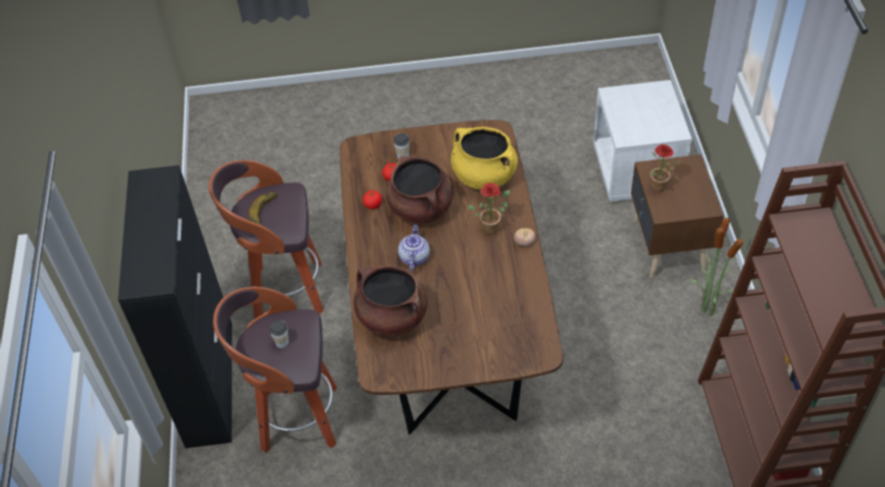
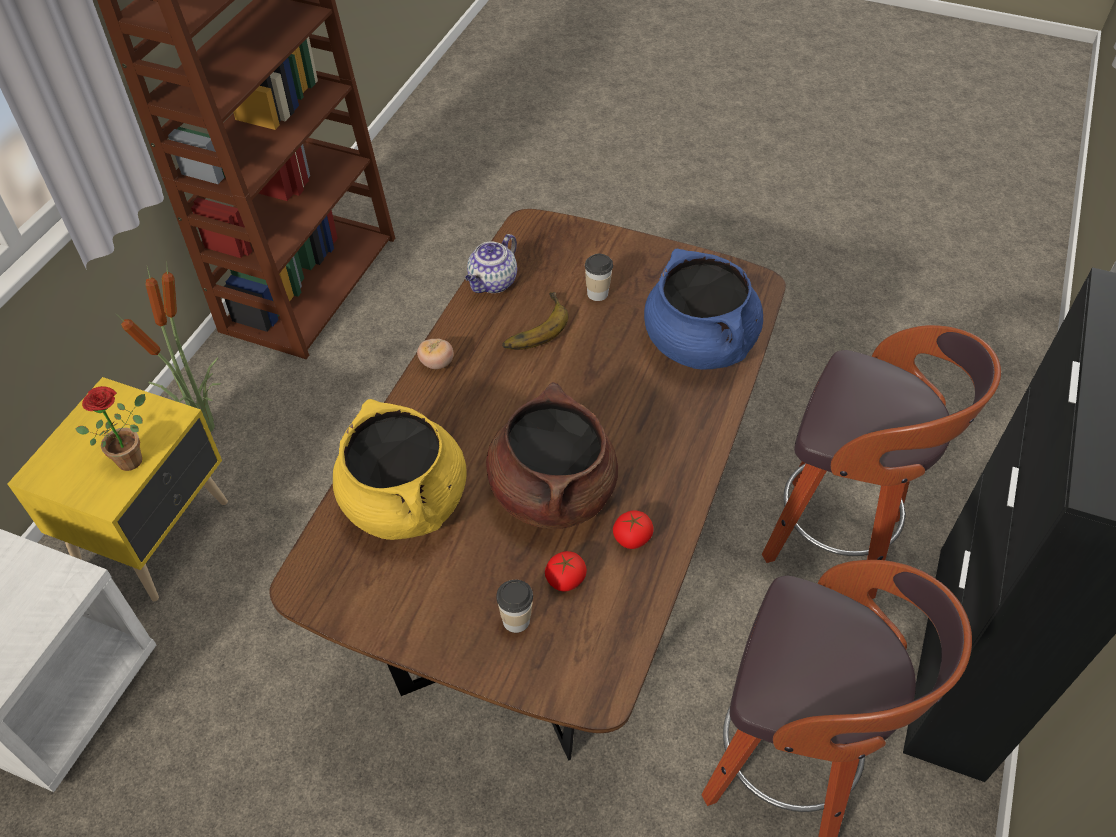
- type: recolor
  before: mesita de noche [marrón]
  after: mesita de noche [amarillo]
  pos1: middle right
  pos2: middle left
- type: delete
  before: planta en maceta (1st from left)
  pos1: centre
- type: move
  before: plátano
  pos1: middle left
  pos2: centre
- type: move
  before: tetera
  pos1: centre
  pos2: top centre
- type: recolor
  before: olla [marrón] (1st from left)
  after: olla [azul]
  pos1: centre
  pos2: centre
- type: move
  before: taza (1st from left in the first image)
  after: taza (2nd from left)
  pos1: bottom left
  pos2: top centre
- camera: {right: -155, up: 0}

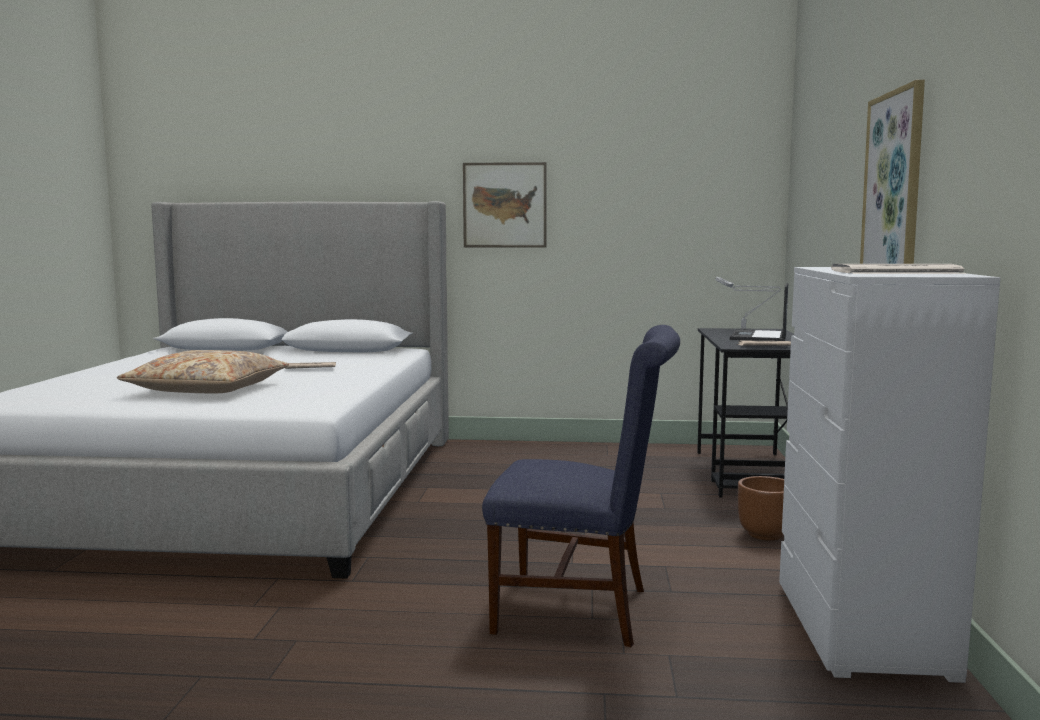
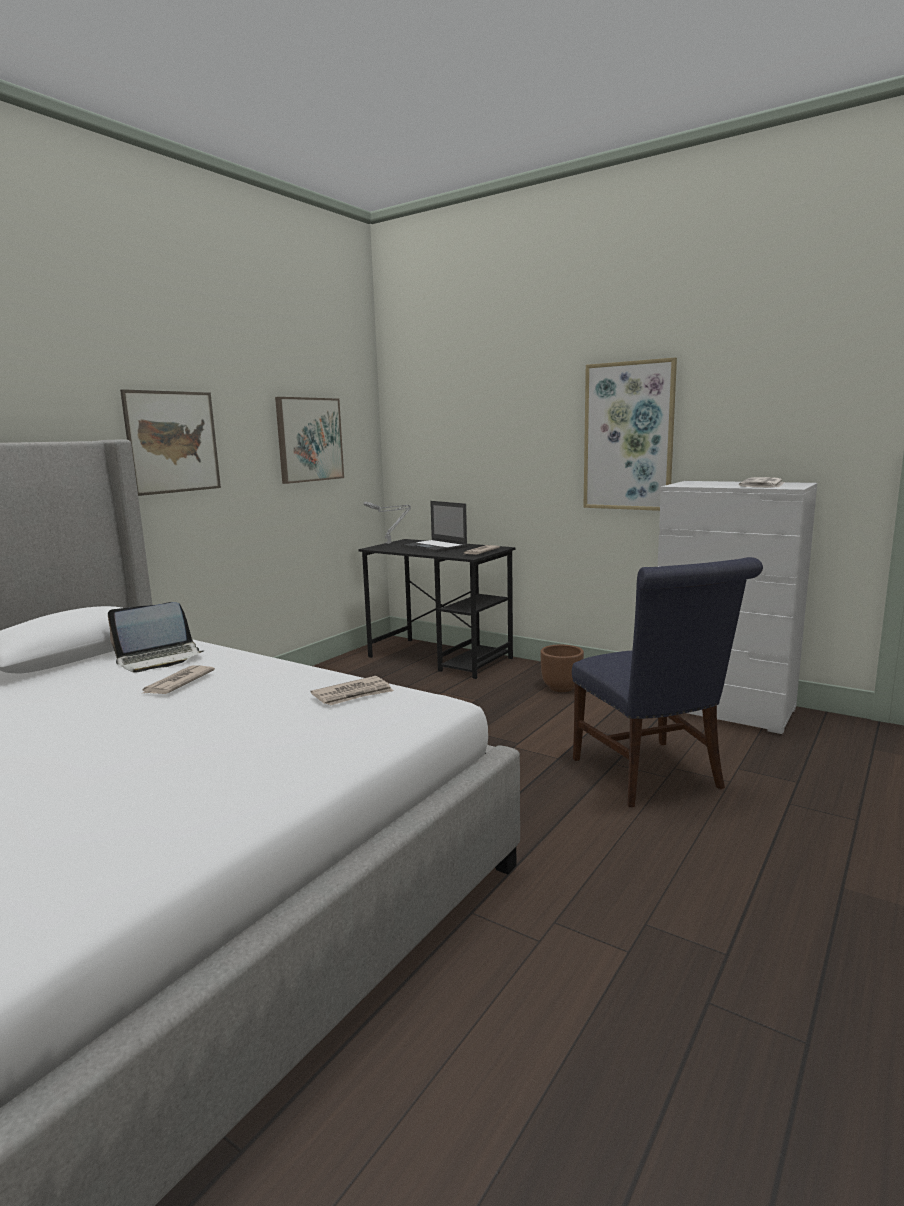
- type: rotate
  before: silla [azul]
  pos1: bottom centre
  pos2: middle right
  turn: 120
- type: delete
  before: cojín [beis]
  pos1: middle left
- type: insert
  after: cuadro (2nd from left)
  pos2: centre
- type: insert
  after: portátil (1st from left)
  pos2: middle left
- type: insert
  after: periódico (2nd from left)
  pos2: centre
- camera: {right: -60, up: 5}

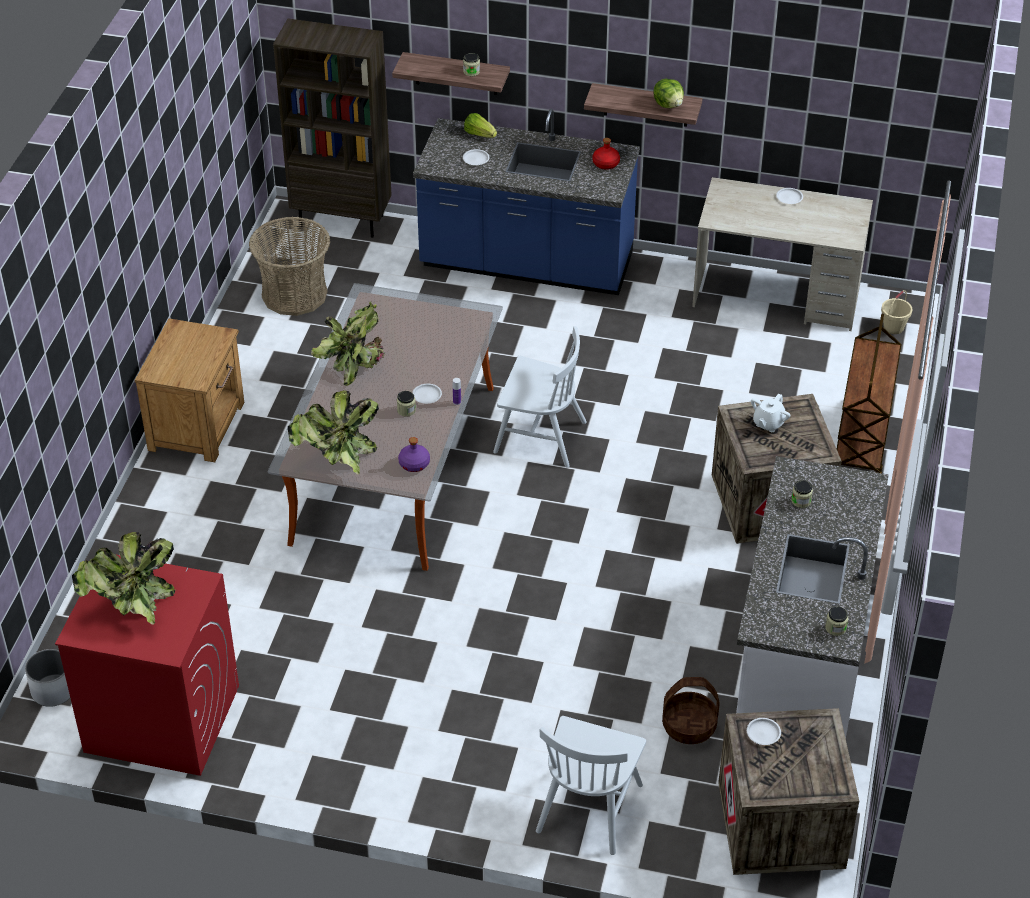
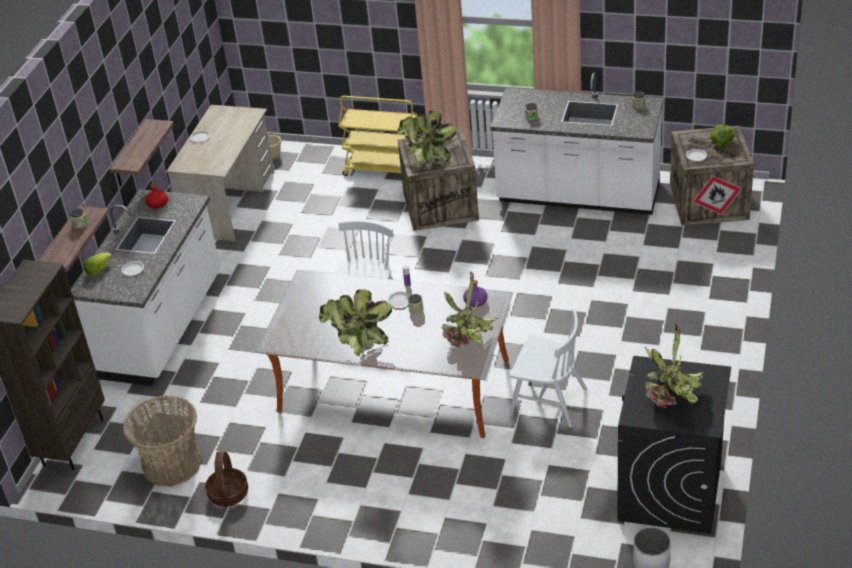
- type: move
  before: lechuga (2nd from left)
  pos1: top centre
  pos2: top right
- type: recolor
  before: mueble bajo de cocina [azul]
  after: mueble bajo de cocina [blanco] (1st from left)
  pos1: top centre
  pos2: middle left
- type: recolor
  before: carrito [marrón]
  after: carrito [amarillo]
  pos1: middle right
  pos2: top centre
- type: delete
  before: mesita de noche [marrón]
  pos1: middle left
- type: replace
  before: tetera [blanco]
  after: planta en maceta (2nd from left)
  pos1: middle right
  pos2: top centre
- type: recolor
  before: lavadora [rojo]
  after: lavadora [negro]
  pos1: bottom left
  pos2: bottom right
- type: move
  before: cesta (2nd from left)
  pos1: bottom right
  pos2: bottom left
- type: move
  before: silla [blanco] (2nd from left)
  pos1: bottom centre
  pos2: centre
- camera: {right: -85, up: -5}

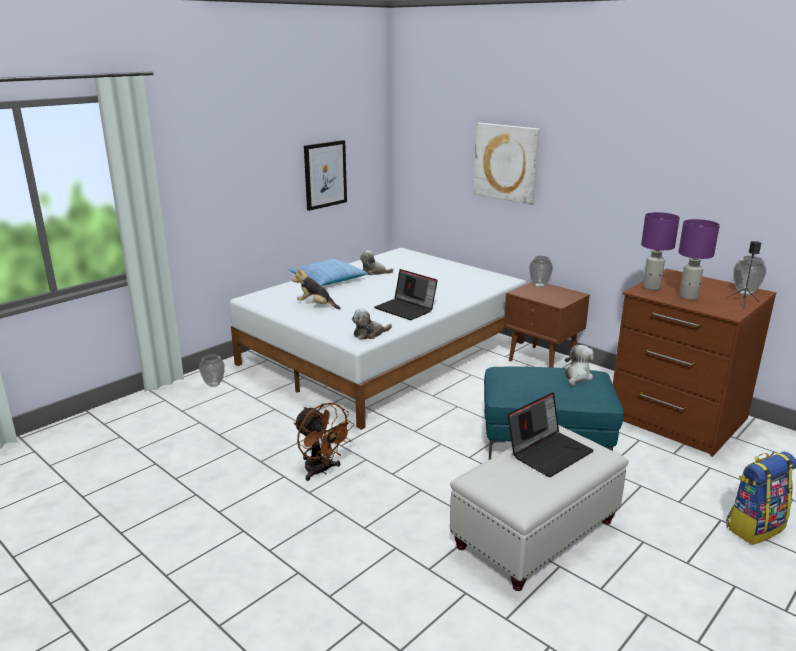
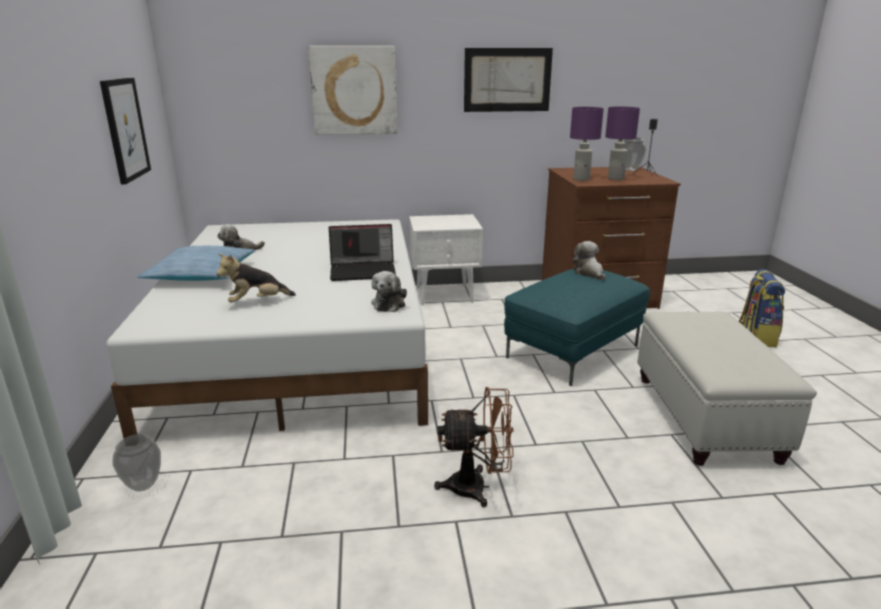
- type: delete
  before: florero (2nd from left)
  pos1: middle right
- type: recolor
  before: mesita de noche [marrón]
  after: mesita de noche [blanco]
  pos1: middle right
  pos2: centre
- type: delete
  before: portátil (2nd from left)
  pos1: bottom right
- type: insert
  after: cuadro (3rd from left)
  pos2: top centre
- camera: {right: -50, up: 0}

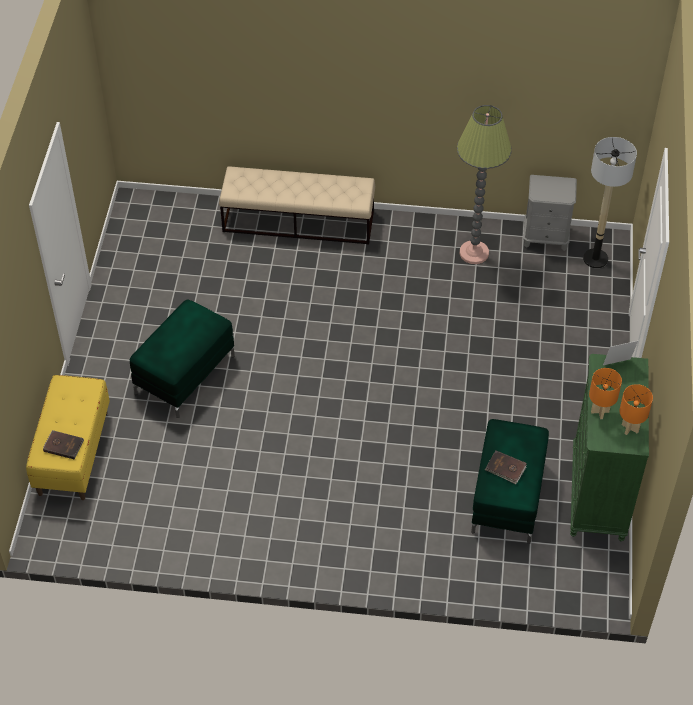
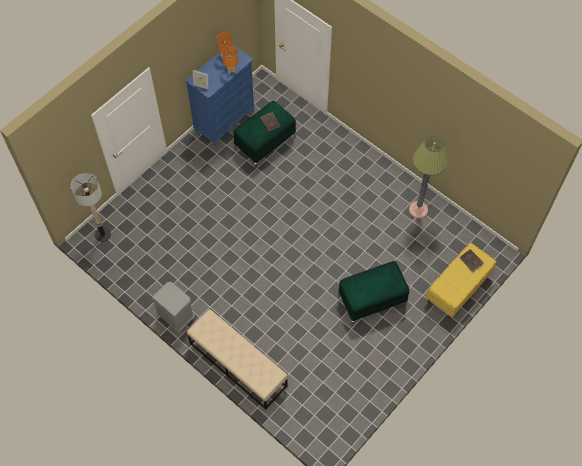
- type: move
  before: lámpara de pie (1st from left in the first image)
  after: lámpara de pie (2nd from left)
  pos1: top right
  pos2: middle right
- type: move
  before: mesita de noche [gris]
  pos1: top right
  pos2: middle left
- type: recolor
  before: cómoda [verde]
  after: cómoda [azul]
  pos1: middle right
  pos2: top centre
- camera: {right: -145, up: 10}

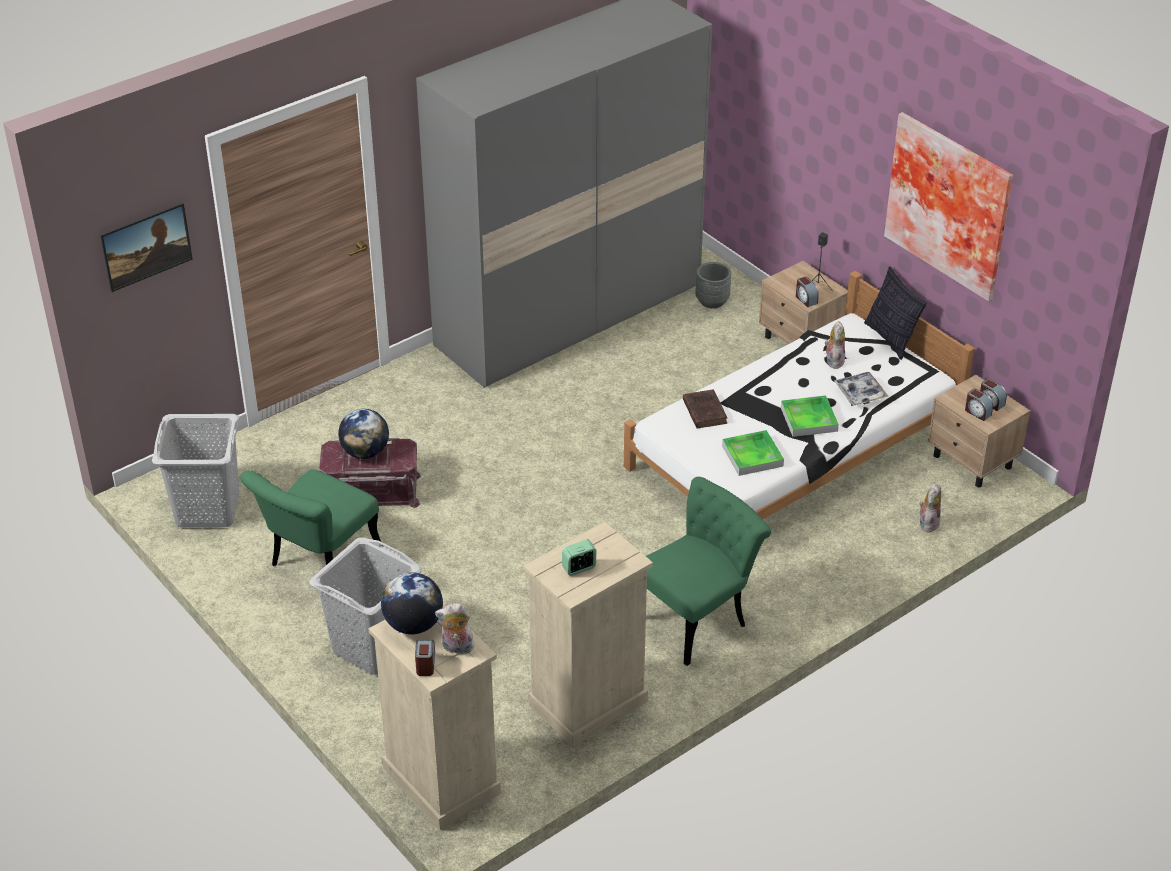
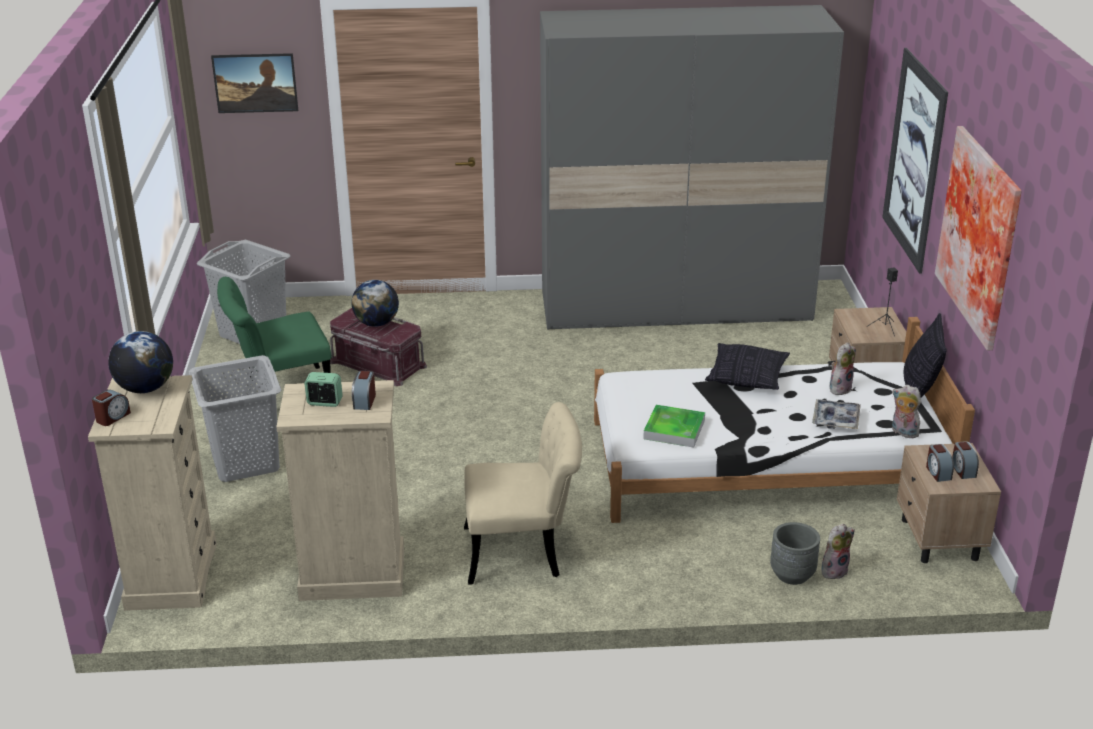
- type: move
  before: maceta [gris]
  pos1: top centre
  pos2: bottom right
- type: move
  before: despertador (3rd from left)
  pos1: middle right
  pos2: middle left
- type: delete
  before: libro [marrón]
  pos1: centre
- type: delete
  before: bandeja (2nd from left)
  pos1: middle right
- type: recolor
  before: silla [verde] (2nd from left)
  after: silla [beis]
  pos1: centre
  pos2: bottom centre
- type: move
  before: peluche (1st from left in the first image)
  after: peluche (3rd from left)
  pos1: bottom centre
  pos2: middle right
- type: insert
  after: cuadro (2nd from left)
  pos2: top right
- type: insert
  after: cojín (1st from left)
  pos2: middle right
- camera: {right: 35, up: -10}

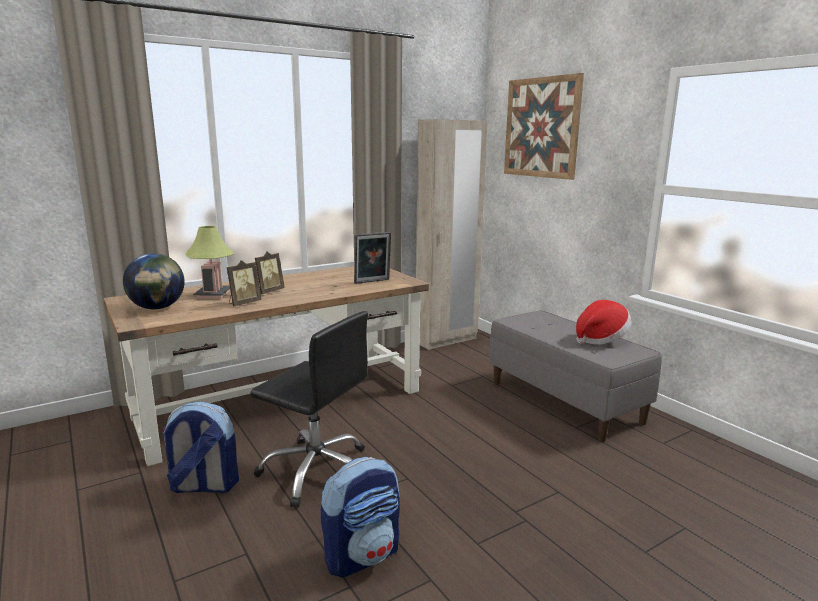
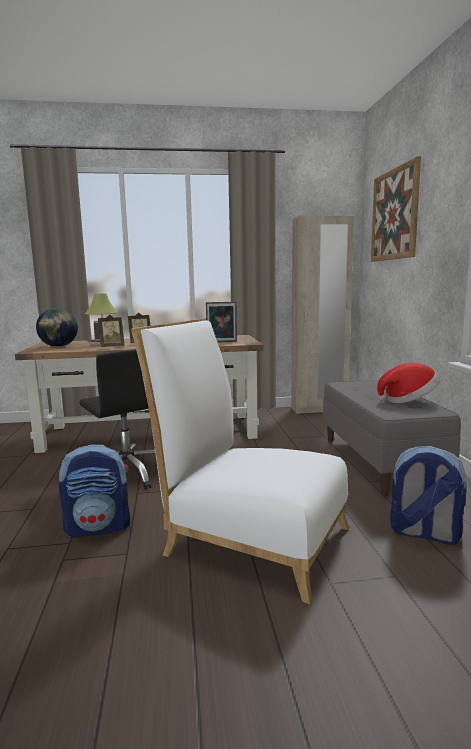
- type: move
  before: mochila (1st from left in the first image)
  after: mochila (2nd from left)
  pos1: bottom left
  pos2: middle right
- type: insert
  after: silla [blanco]
  pos2: centre
- camera: {right: 25, up: -5}

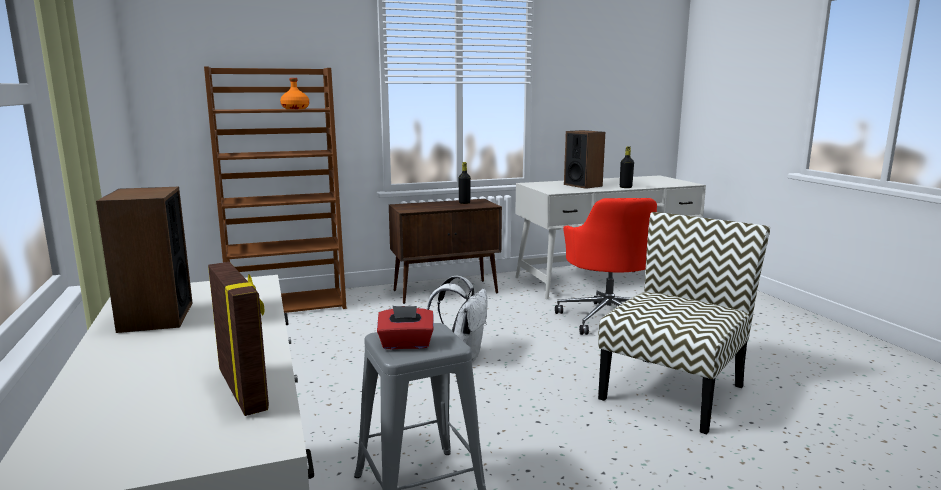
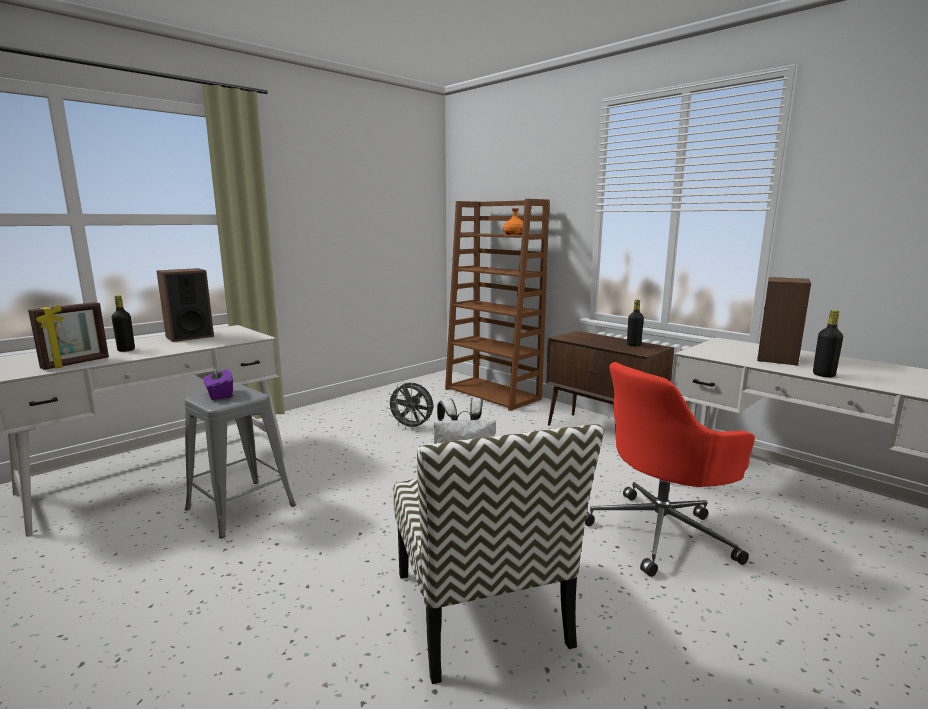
- type: rotate
  before: silla
  pos1: middle right
  pos2: bottom centre
  turn: 60
- type: recolor
  before: caja de pañuelos [rojo]
  after: caja de pañuelos [morado]
  pos1: bottom centre
  pos2: middle left
- type: insert
  after: botella [negro] (1st from left)
  pos2: middle left
- type: insert
  after: ventilador [gris]
  pos2: centre
- camera: {right: 65, up: 0}

